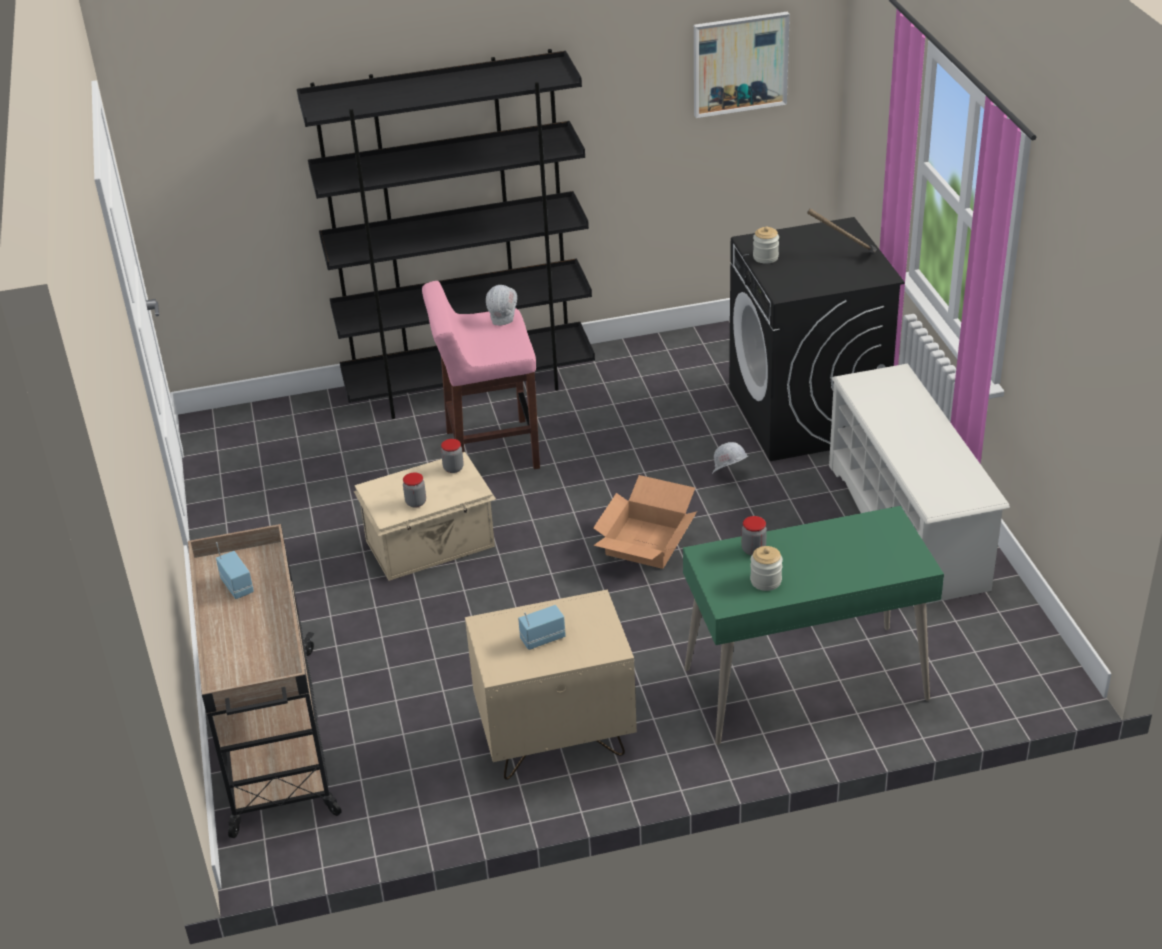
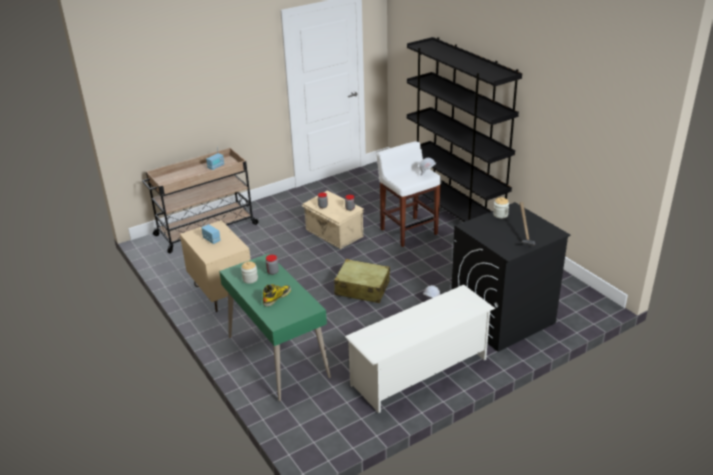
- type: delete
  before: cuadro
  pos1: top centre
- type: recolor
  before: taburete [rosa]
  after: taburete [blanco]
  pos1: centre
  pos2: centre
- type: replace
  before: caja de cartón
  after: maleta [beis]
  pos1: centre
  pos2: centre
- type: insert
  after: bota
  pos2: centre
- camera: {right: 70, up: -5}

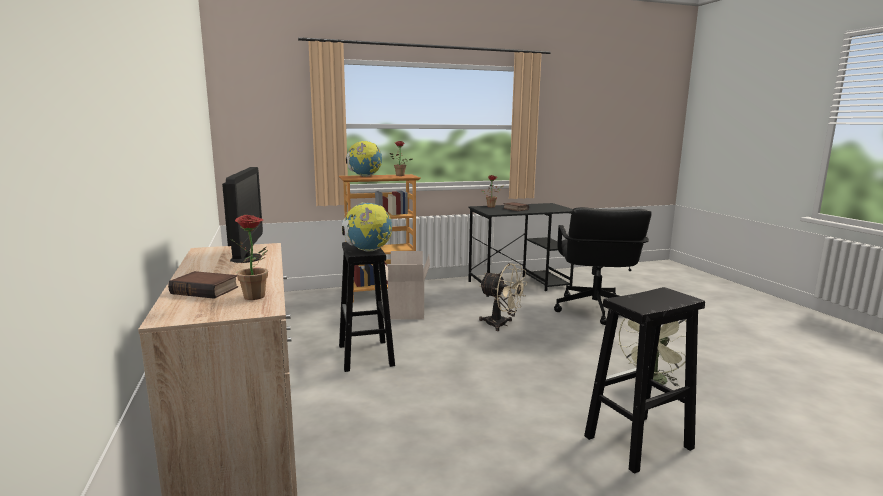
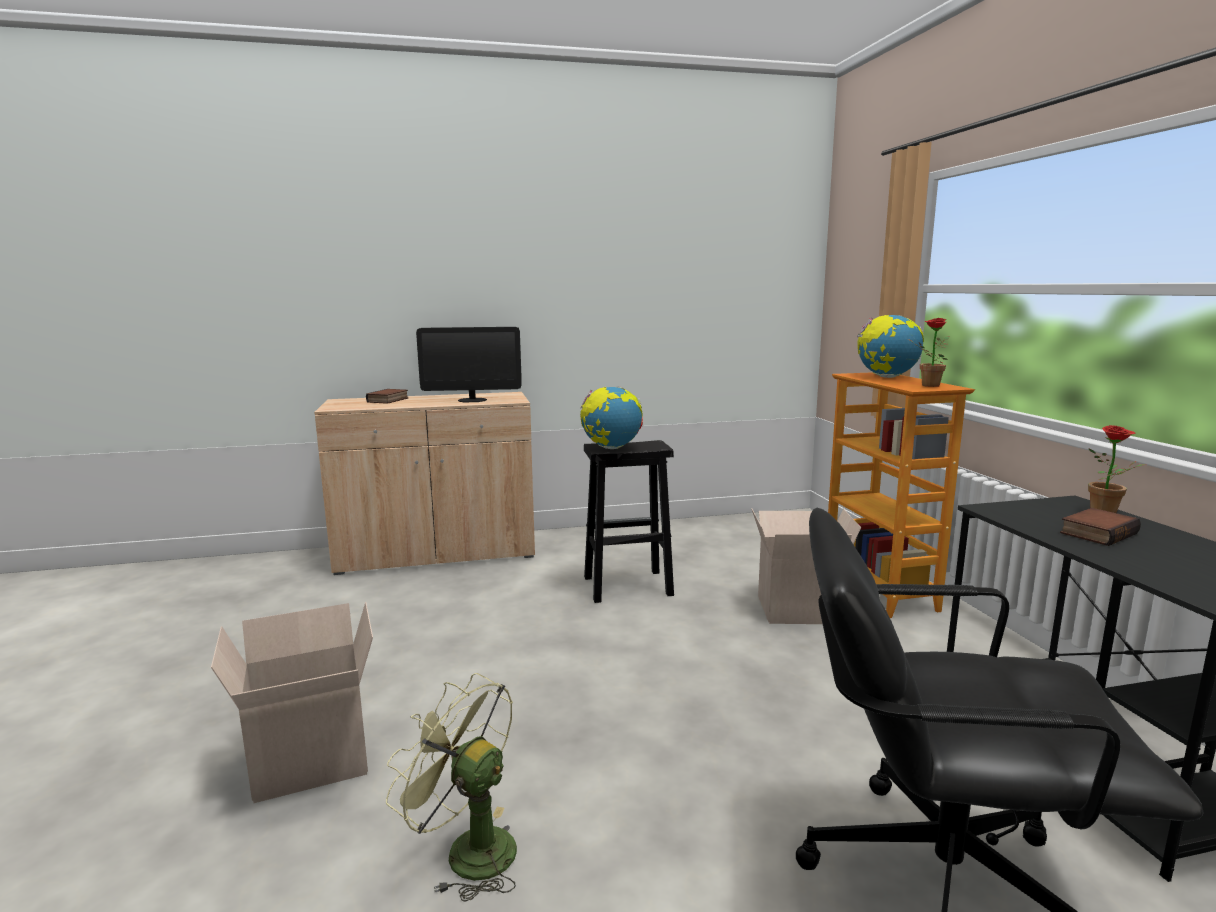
- type: delete
  before: planta en maceta (1st from left)
  pos1: middle left
- type: delete
  before: ventilador [beis]
  pos1: centre
- type: replace
  before: taburete [negro] (2nd from left)
  after: caja de cartón (1st from left)
  pos1: bottom right
  pos2: bottom left
- camera: {right: 95, up: 0}

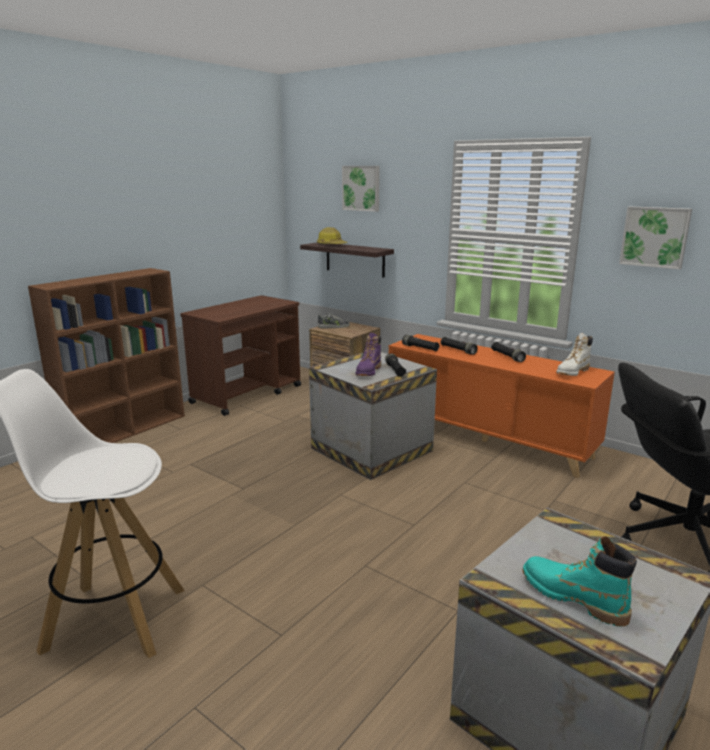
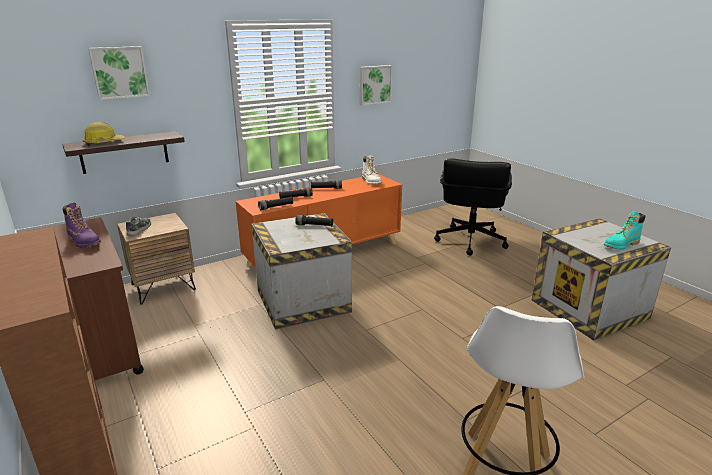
- type: move
  before: bota [morado]
  pos1: centre
  pos2: middle left
- camera: {right: -70, up: 5}

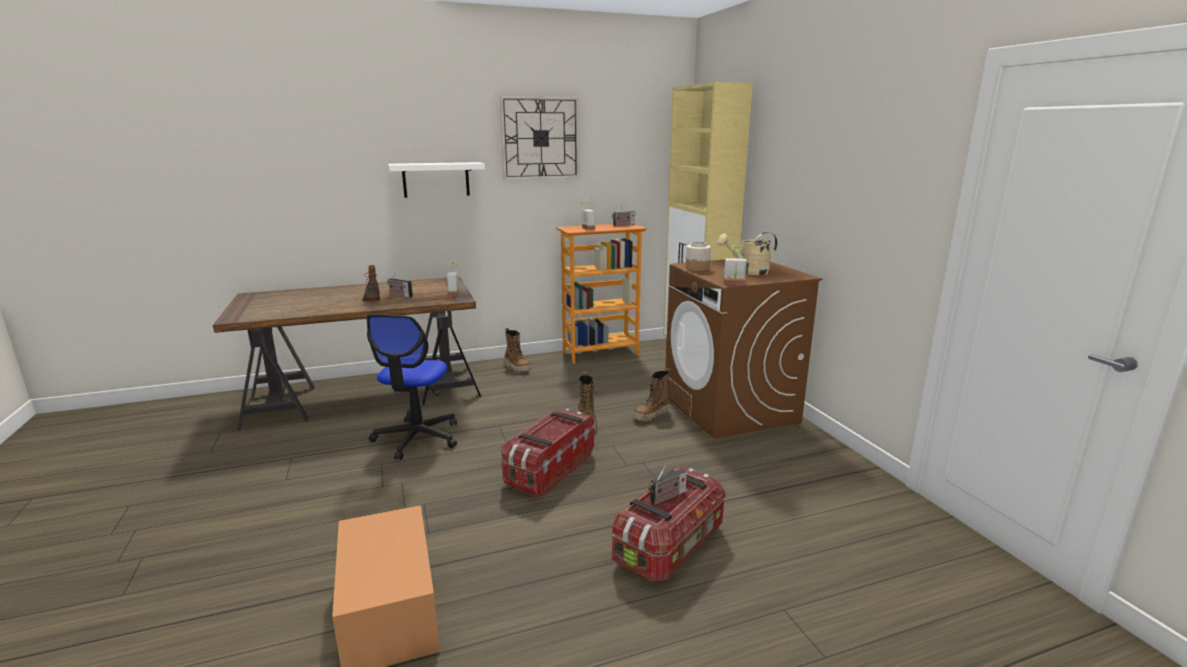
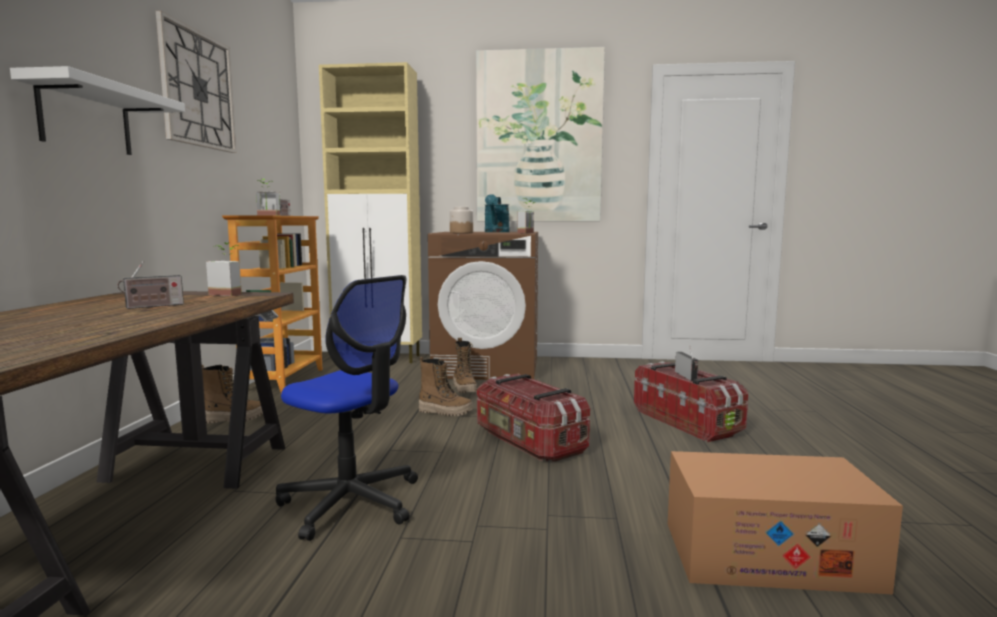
- type: recolor
  before: regadera [beis]
  after: regadera [turquesa]
  pos1: centre
  pos2: centre
- type: delete
  before: bota (1st from left)
  pos1: middle left
- type: insert
  after: cuadro
  pos2: top centre
- camera: {right: -65, up: -10}

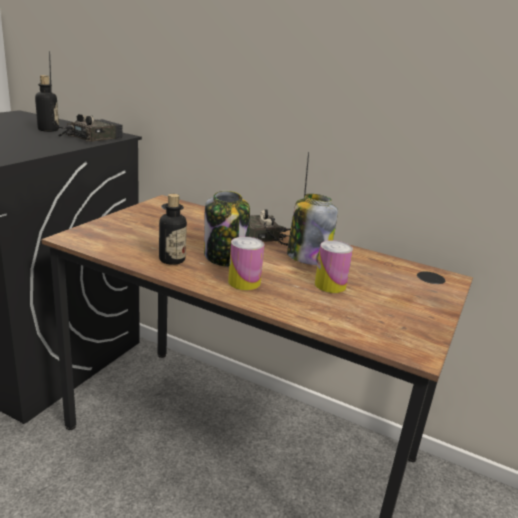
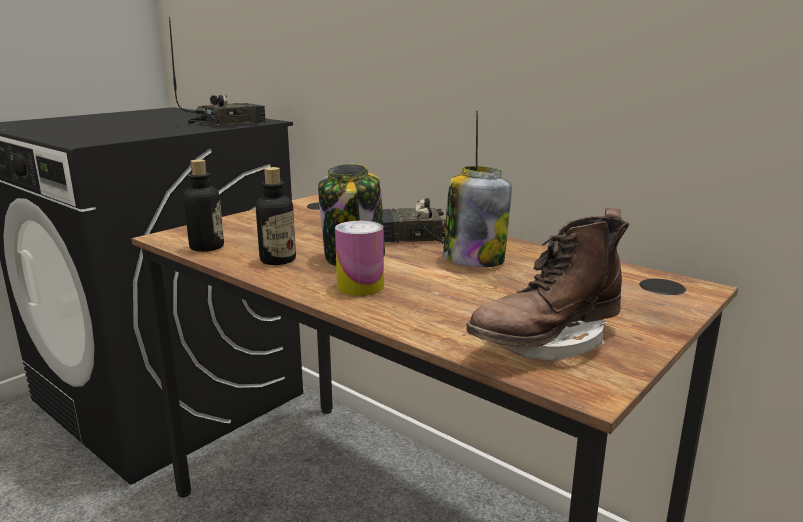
- type: move
  before: botella (1st from left)
  pos1: top left
  pos2: middle left
- type: delete
  before: lata (2nd from left)
  pos1: centre
- type: insert
  after: bota [marrón]
  pos2: middle right
- camera: {right: 15, up: -5}

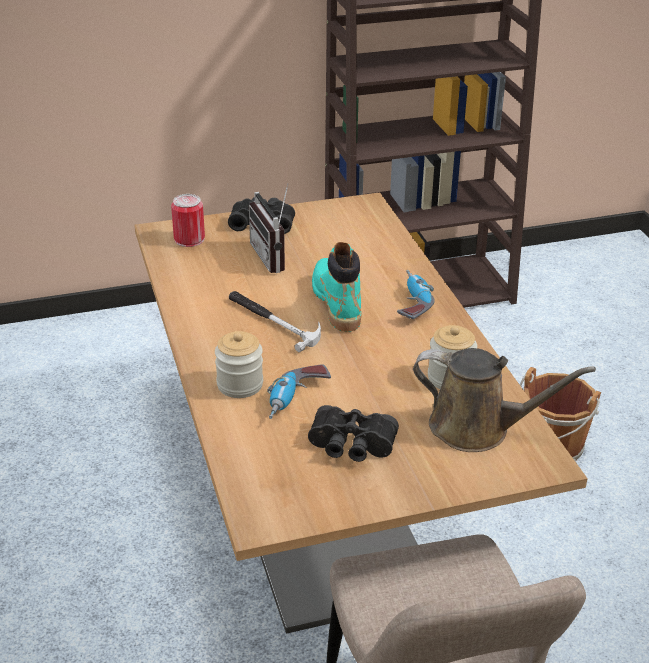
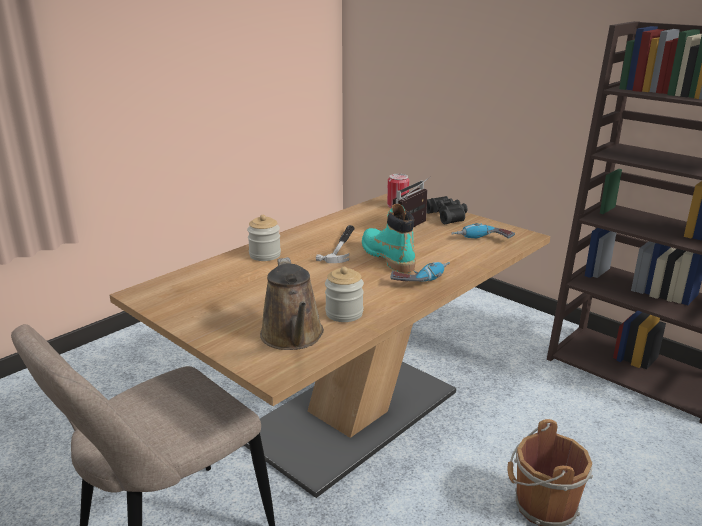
- type: rotate
  before: bota [turquesa]
  pos1: centre
  pos2: centre
  turn: -75
- type: move
  before: taladro (1st from left in the first image)
  after: taladro (2nd from left)
  pos1: centre
  pos2: middle right
- type: delete
  before: prismáticos [negro] (2nd from left)
  pos1: centre
- camera: {right: 60, up: -10}

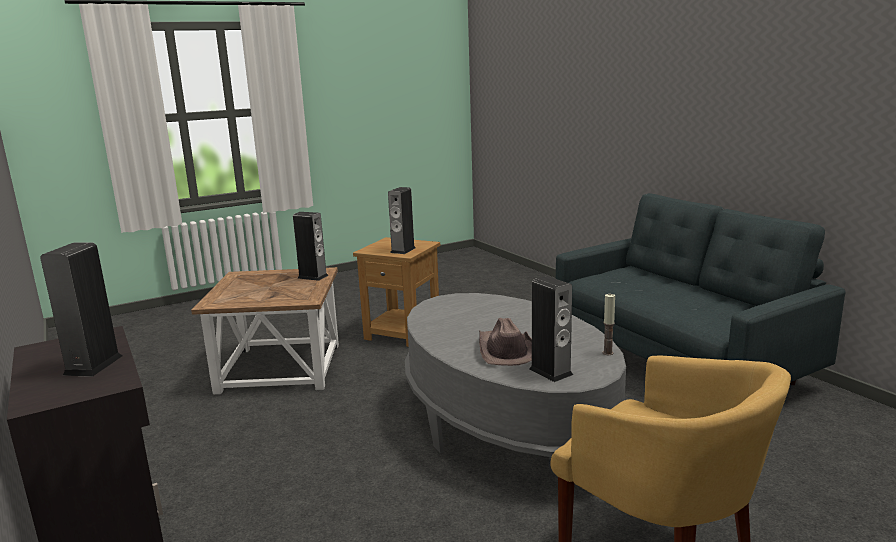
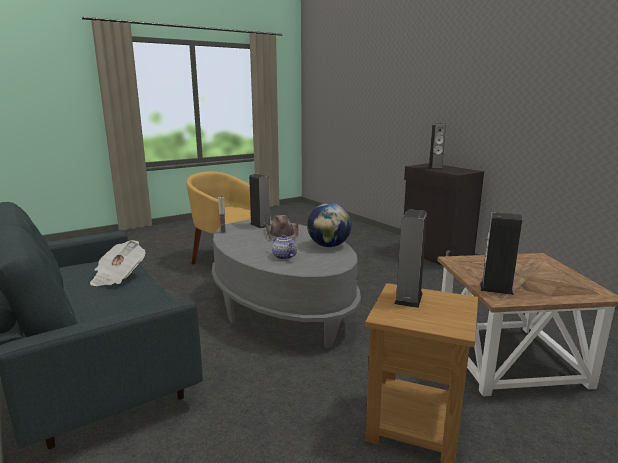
- type: insert
  after: globo terráqueo
  pos2: centre
- type: insert
  after: tetera
  pos2: centre
- type: insert
  after: periódico
  pos2: middle left
- camera: {right: 175, up: 0}

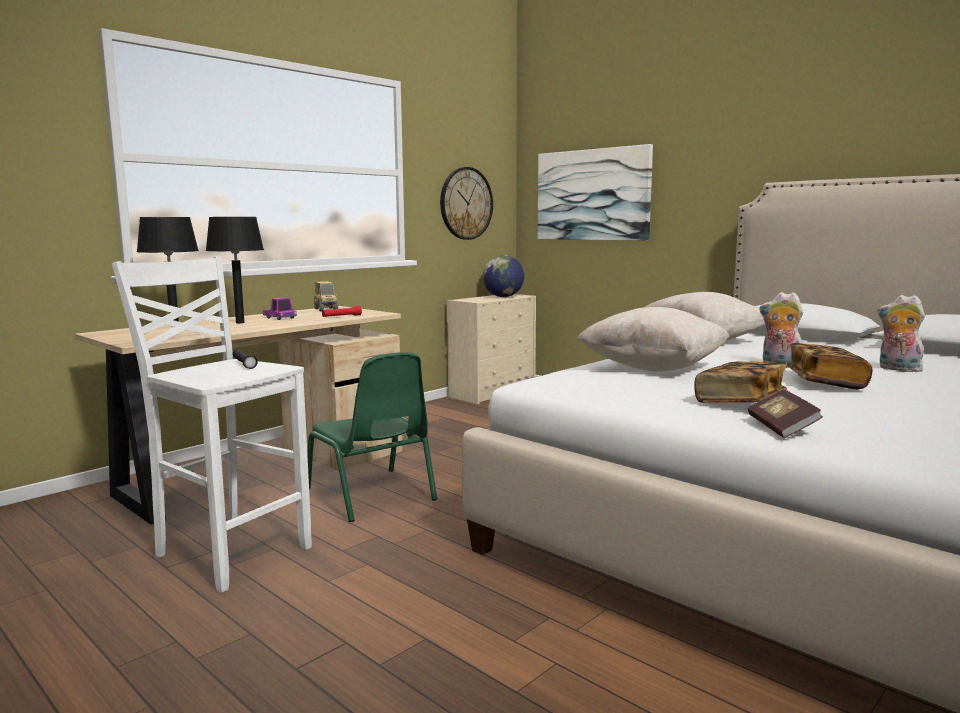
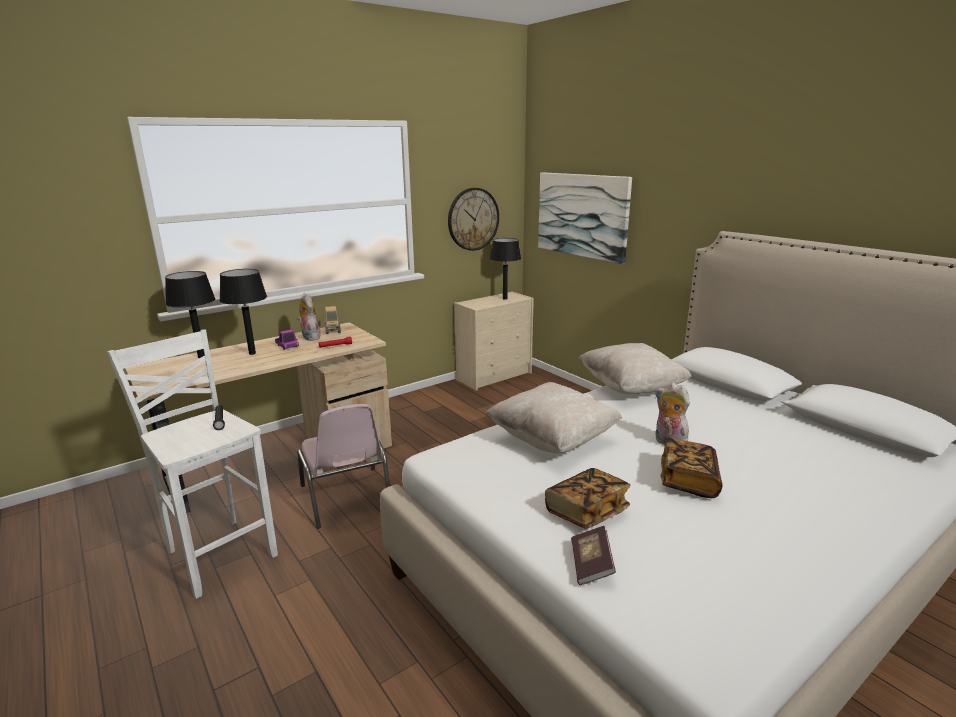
- type: replace
  before: globo terráqueo
  after: lámpara de mesa [negro] (3rd from left)
  pos1: centre
  pos2: centre
- type: move
  before: peluche (2nd from left in the first image)
  after: peluche (1st from left)
  pos1: middle right
  pos2: middle left
- type: recolor
  before: silla [verde]
  after: silla [rosa]
  pos1: centre
  pos2: centre
- camera: {right: 10, up: 10}

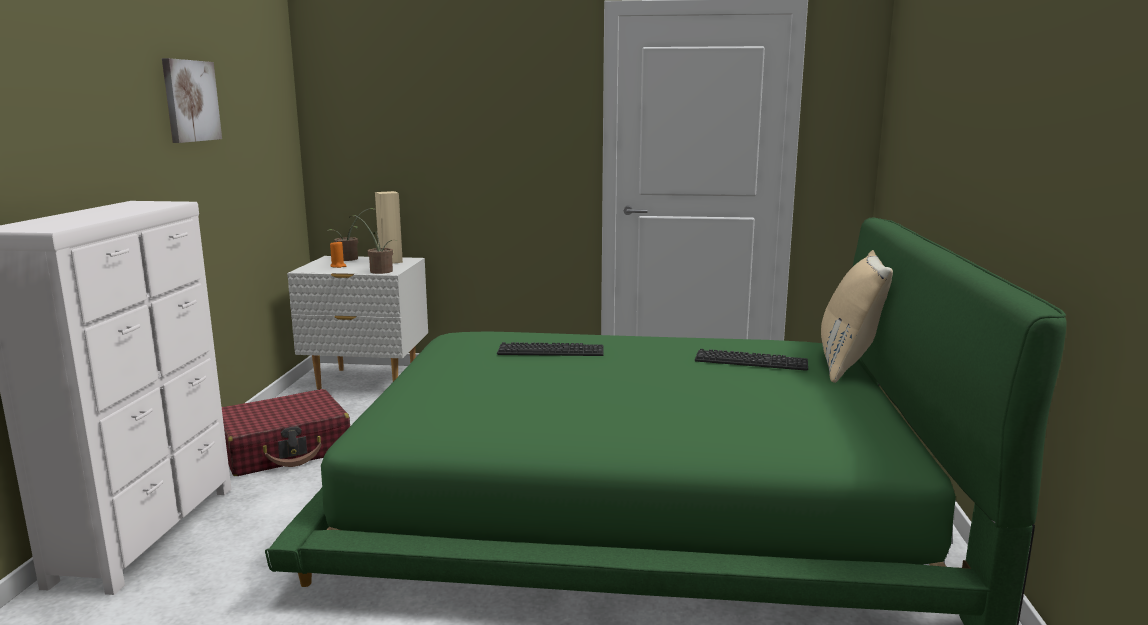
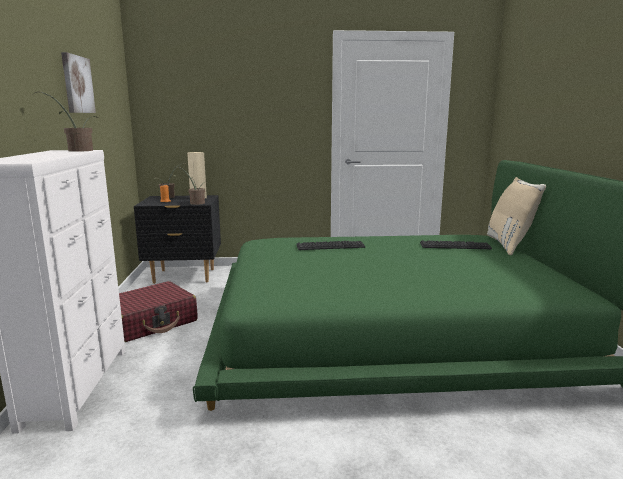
- type: recolor
  before: mesita de noche [blanco]
  after: mesita de noche [negro]
  pos1: middle left
  pos2: middle left
- type: insert
  after: planta en maceta (1st from left)
  pos2: top left
- camera: {right: -10, up: 0}

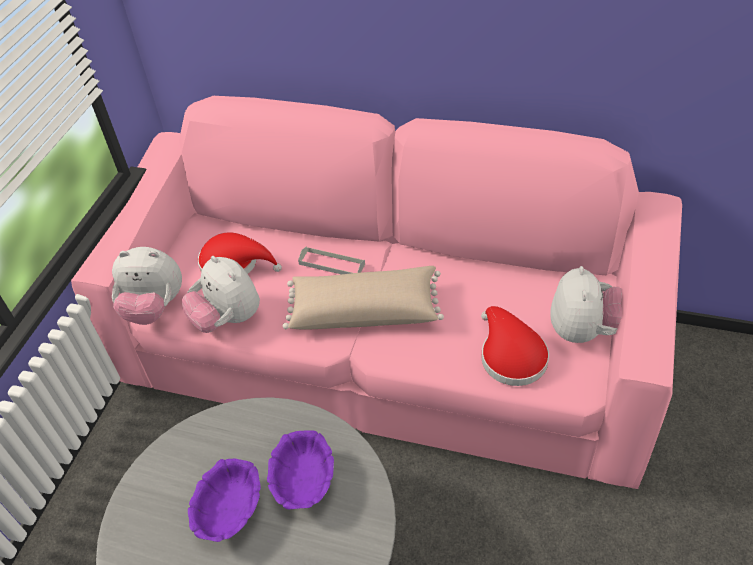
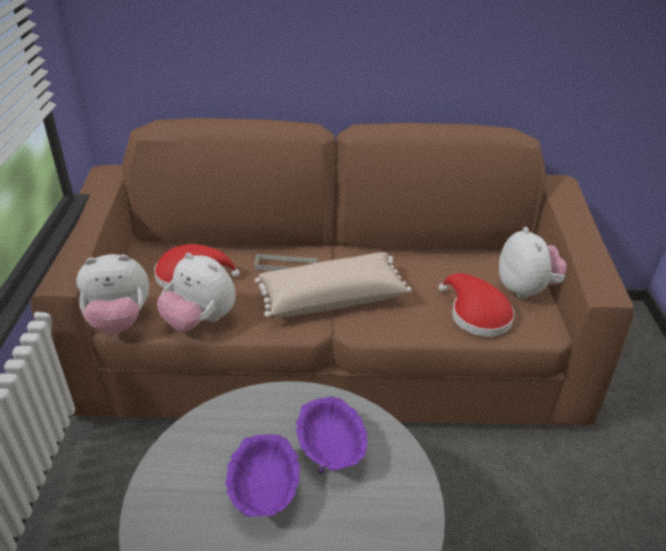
- type: recolor
  before: sofá [rosa]
  after: sofá [marrón]
  pos1: centre
  pos2: centre
- camera: {right: -20, up: -10}

